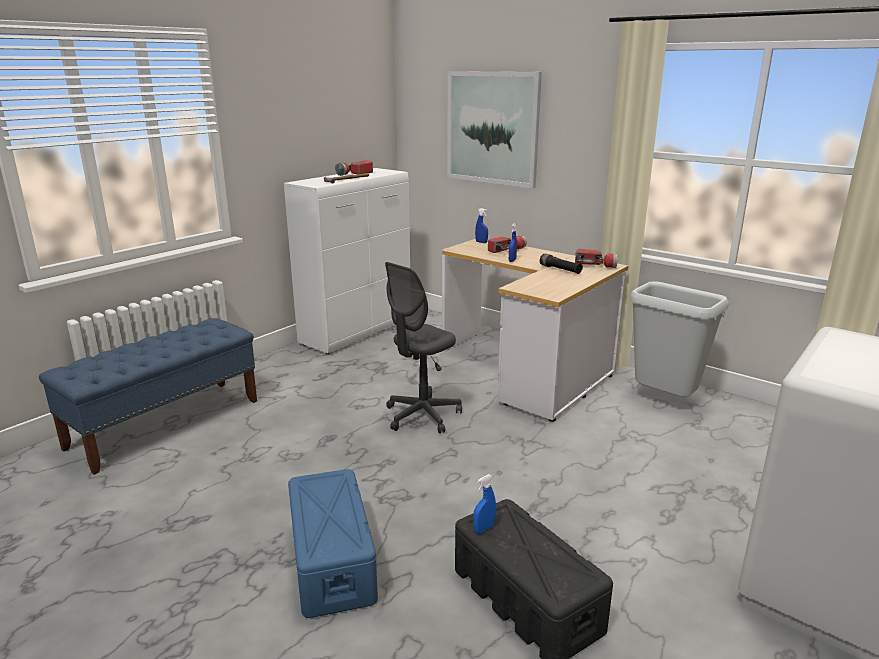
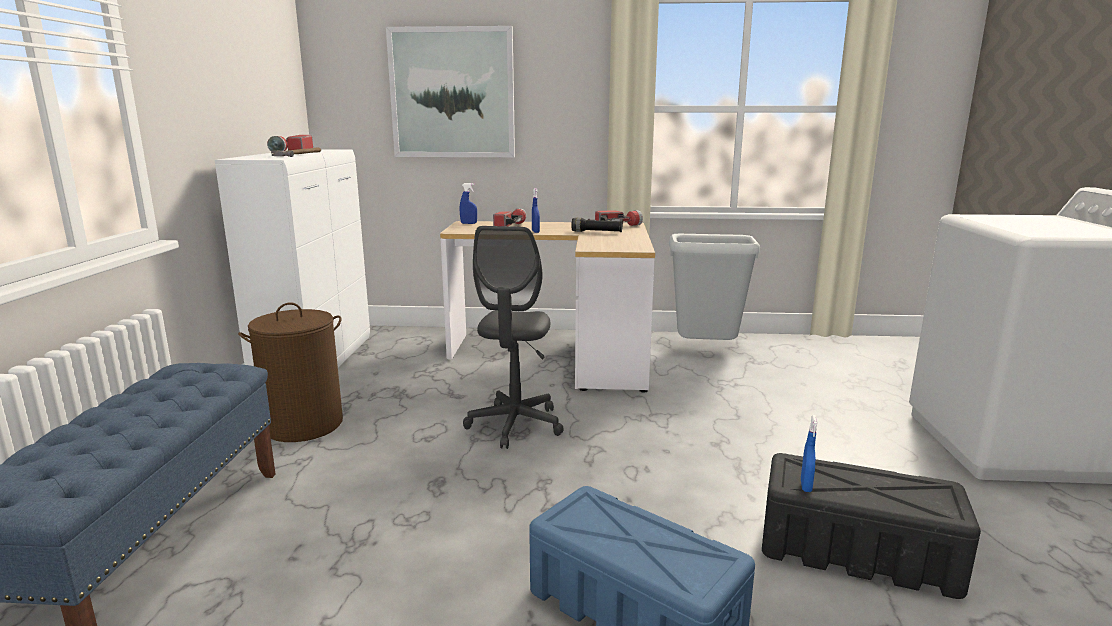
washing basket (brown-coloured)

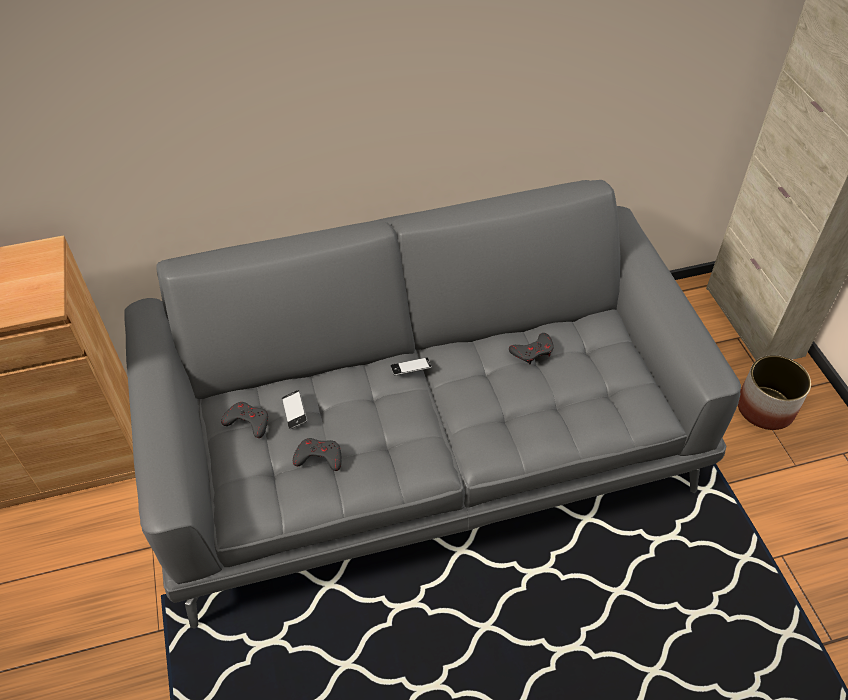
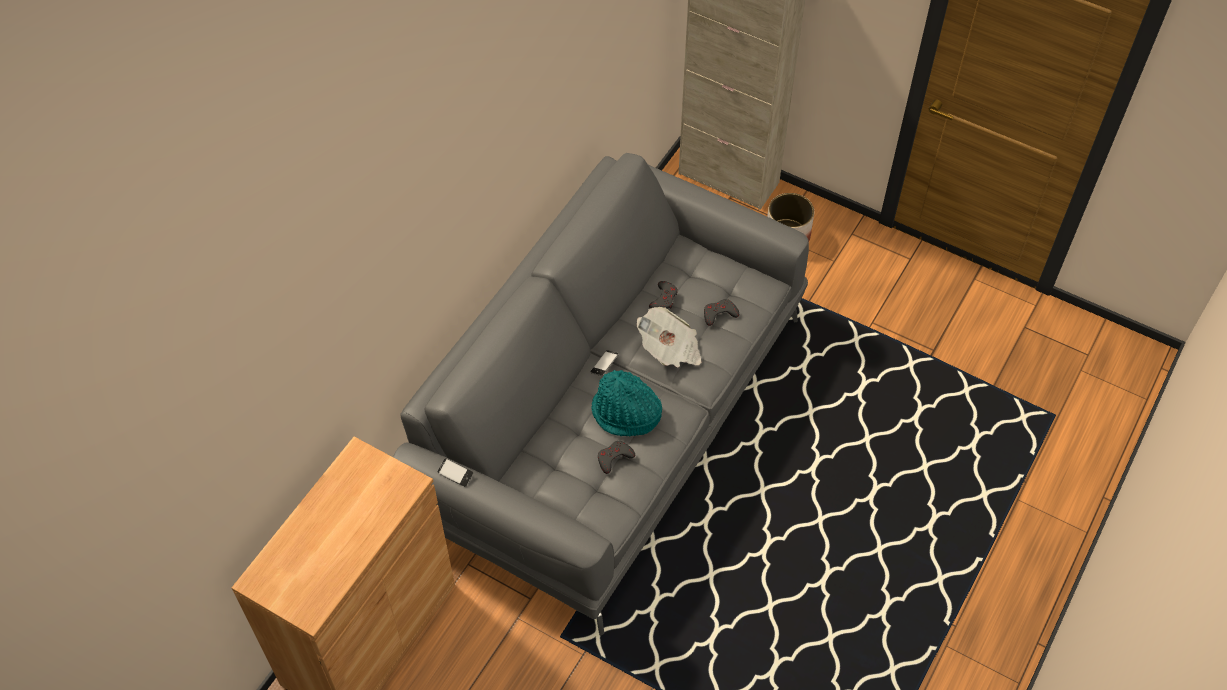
phone (no. 1 from left)
game controller (grey) (no. 3 from left)
newspaper
hat (turquoise)

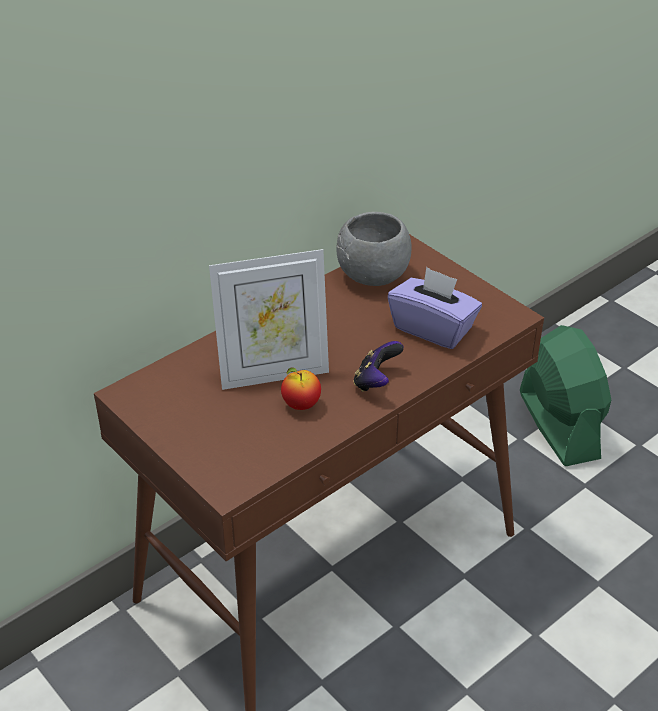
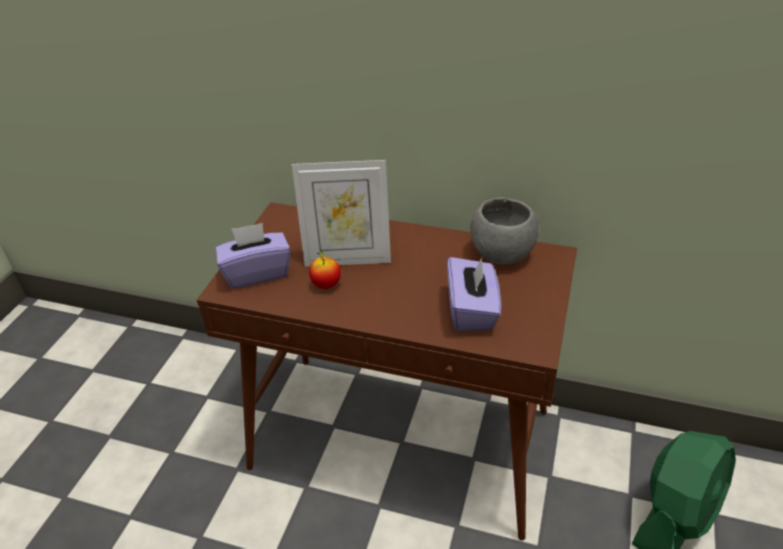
photo frame
game controller
tissue box (purple) (no. 1 from left)

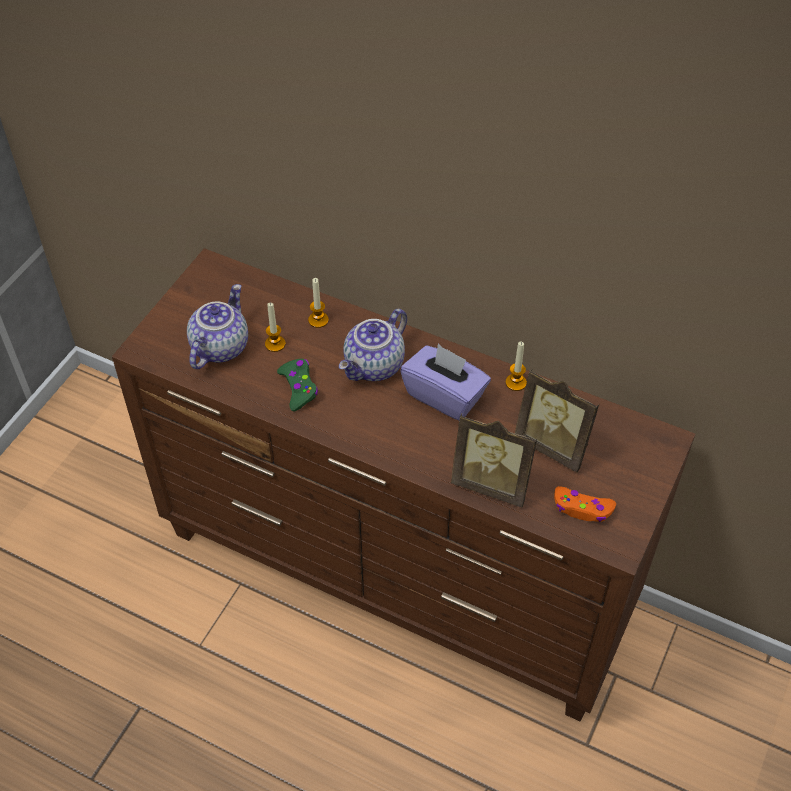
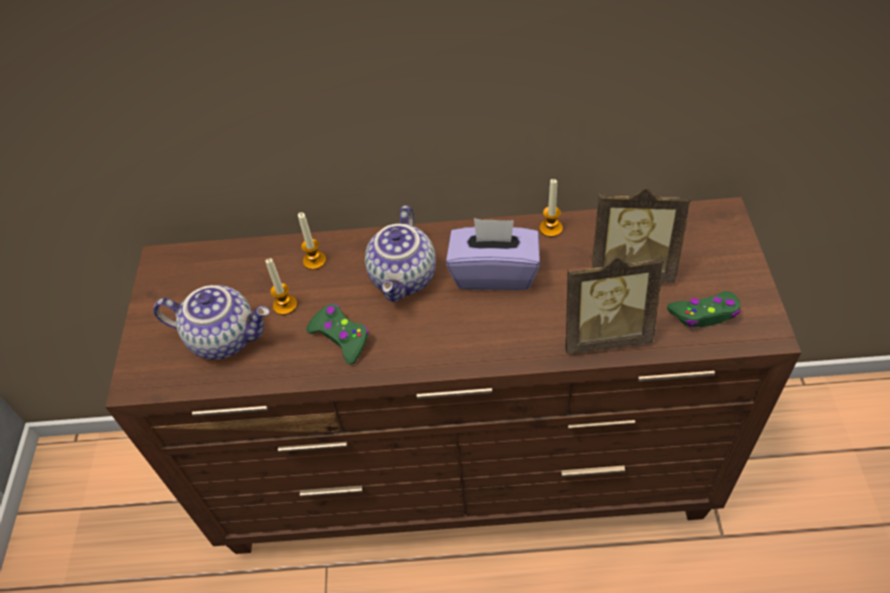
pot for tea (no. 1 from left)
game controller (green) (no. 2 from left)

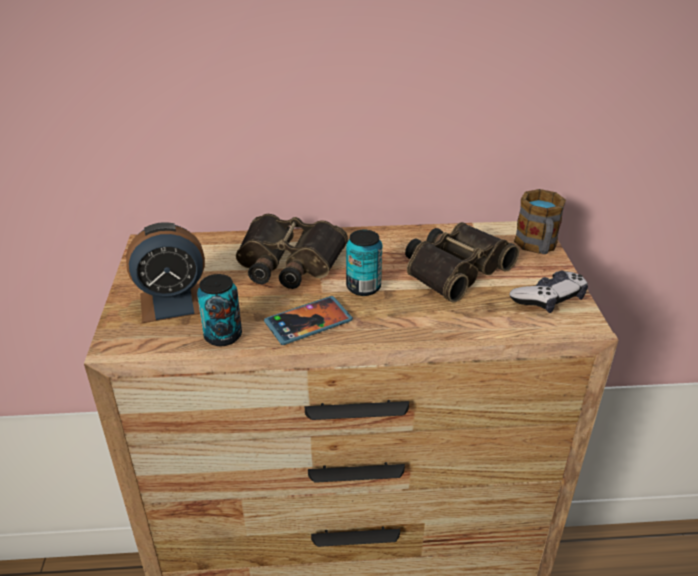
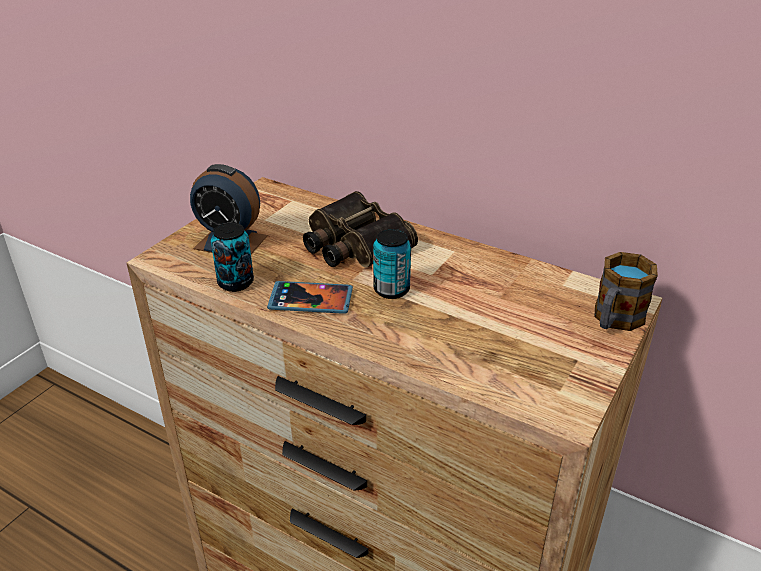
pair of binoculars (no. 2 from left in the first image)
game controller

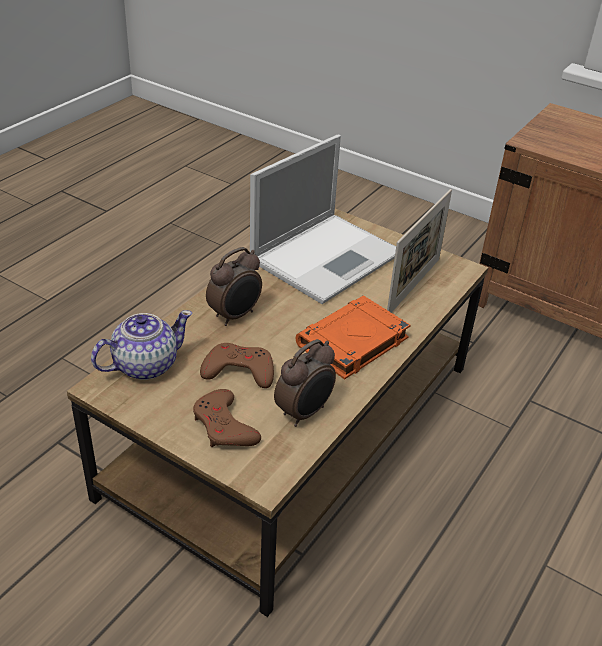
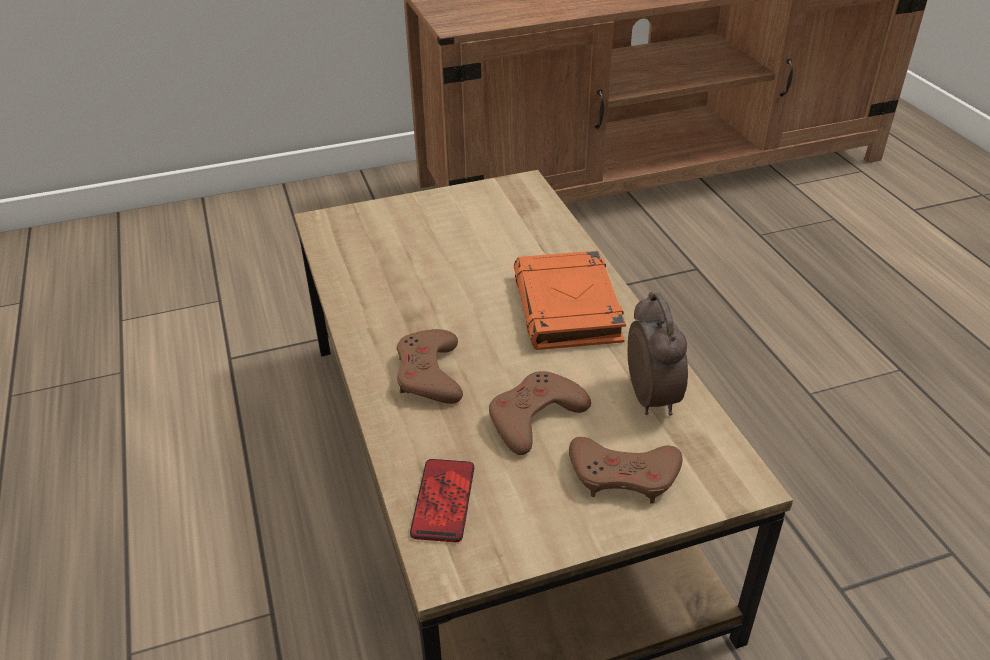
laptop
photo frame
game controller (brown-coloured) (no. 1 from left)
phone

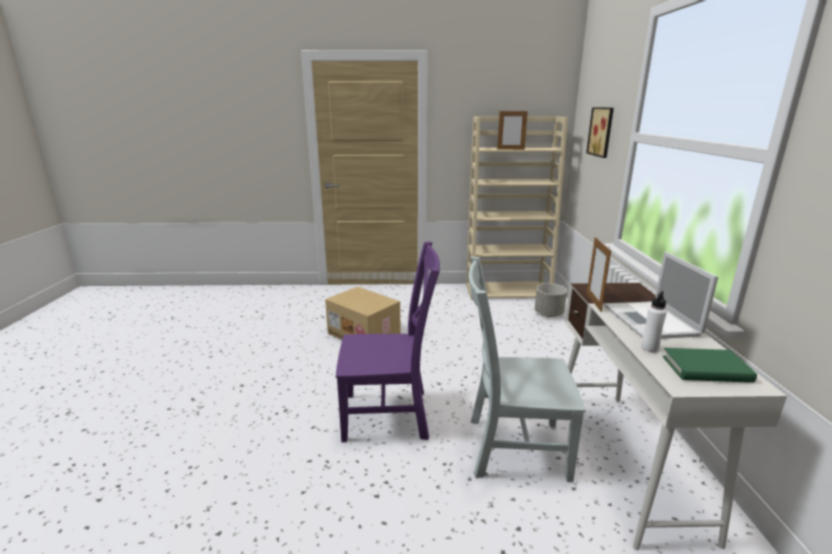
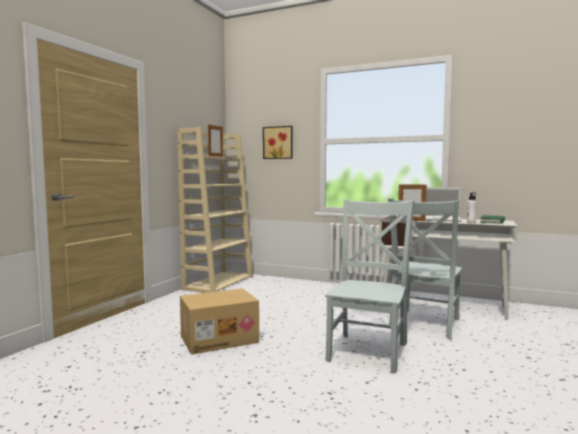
plain chair (grey) (no. 1 from left)
planter (grey)

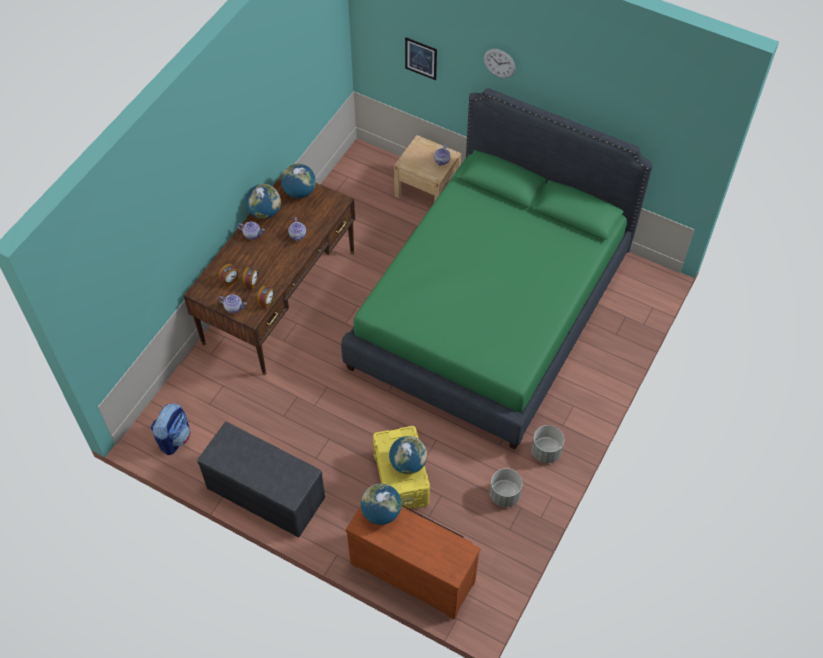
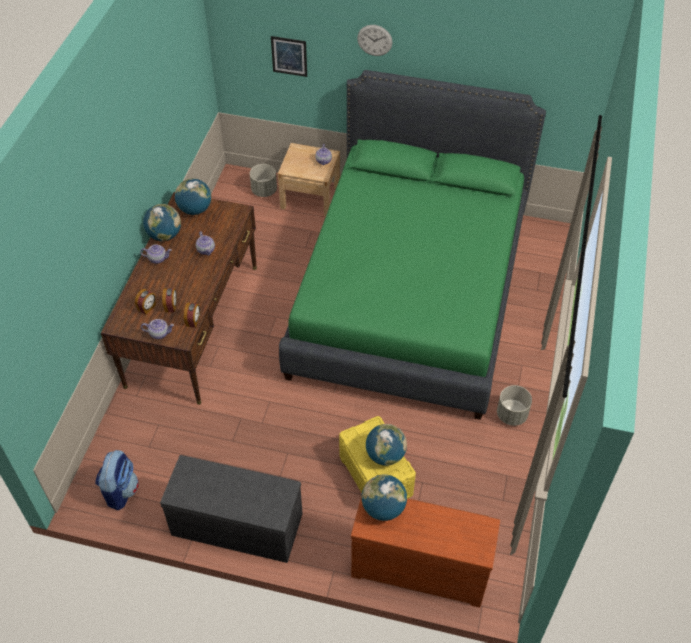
planter (grey) (no. 1 from left)

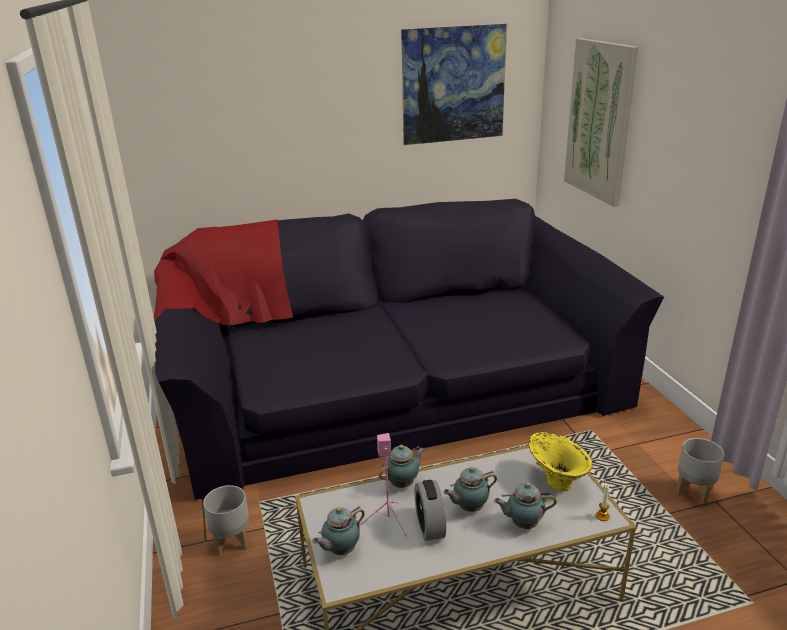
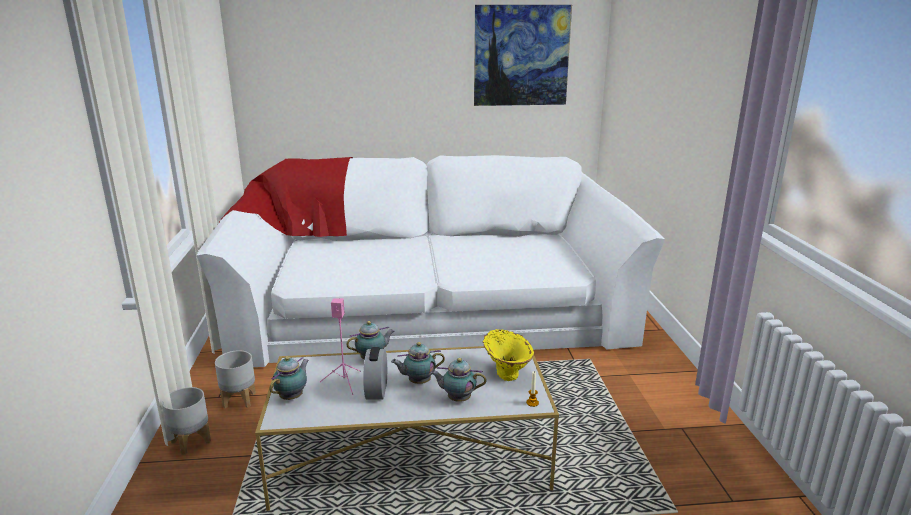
picture (no. 2 from left in the first image)
settee (white)
planter (grey) (no. 1 from left)
pot for tea (no. 1 from left)

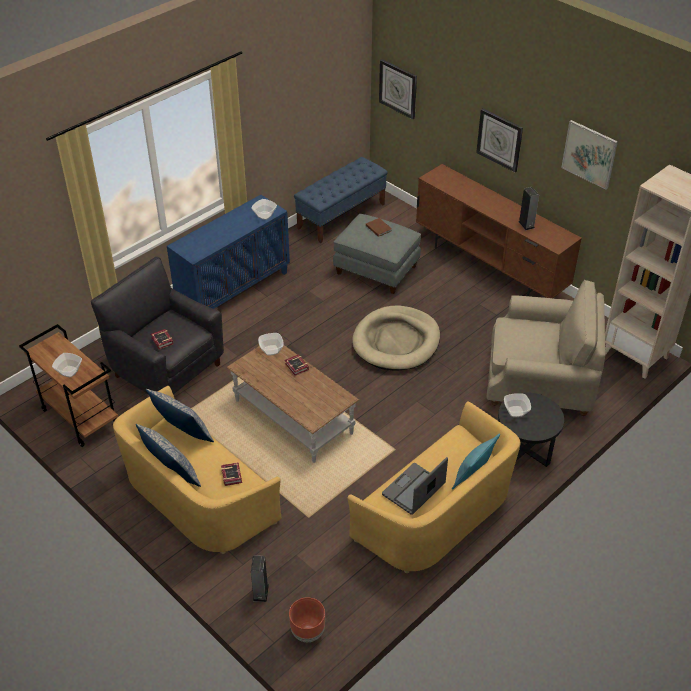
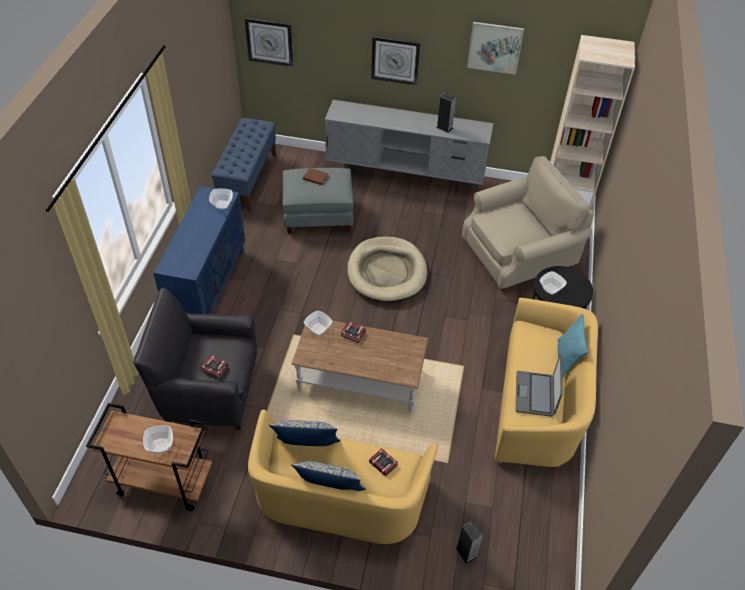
media console (grey)
planter (brown-coloured)

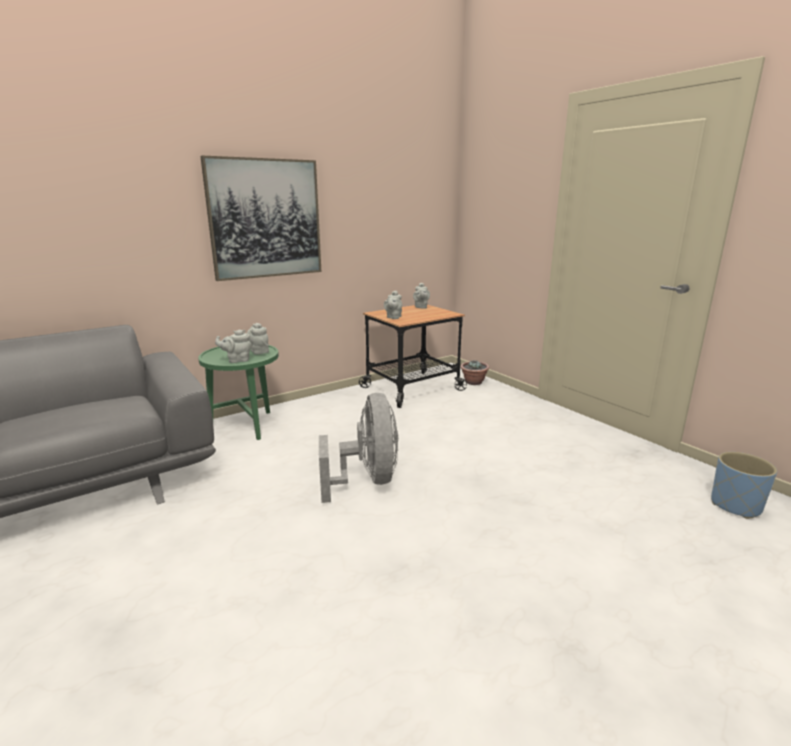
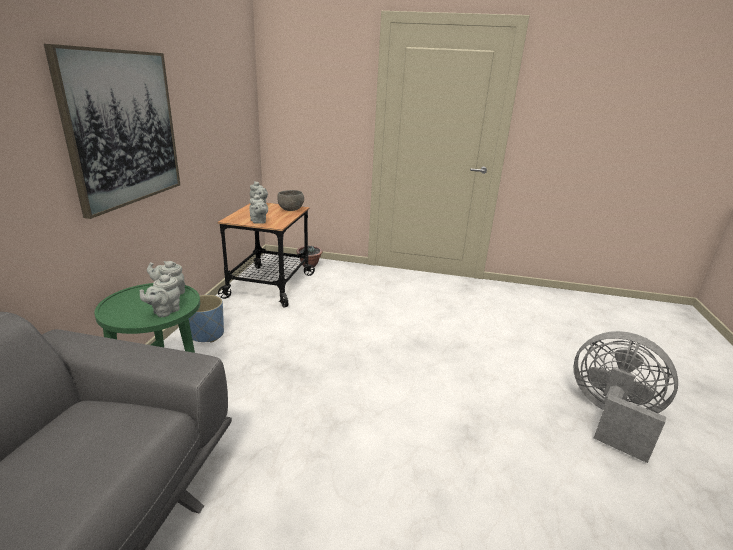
electric fan (grey)
planter (blue)
serving bowl (grey)

